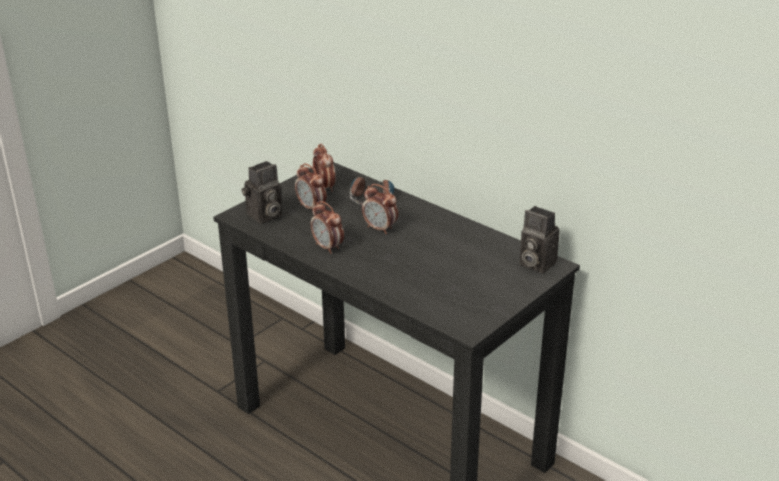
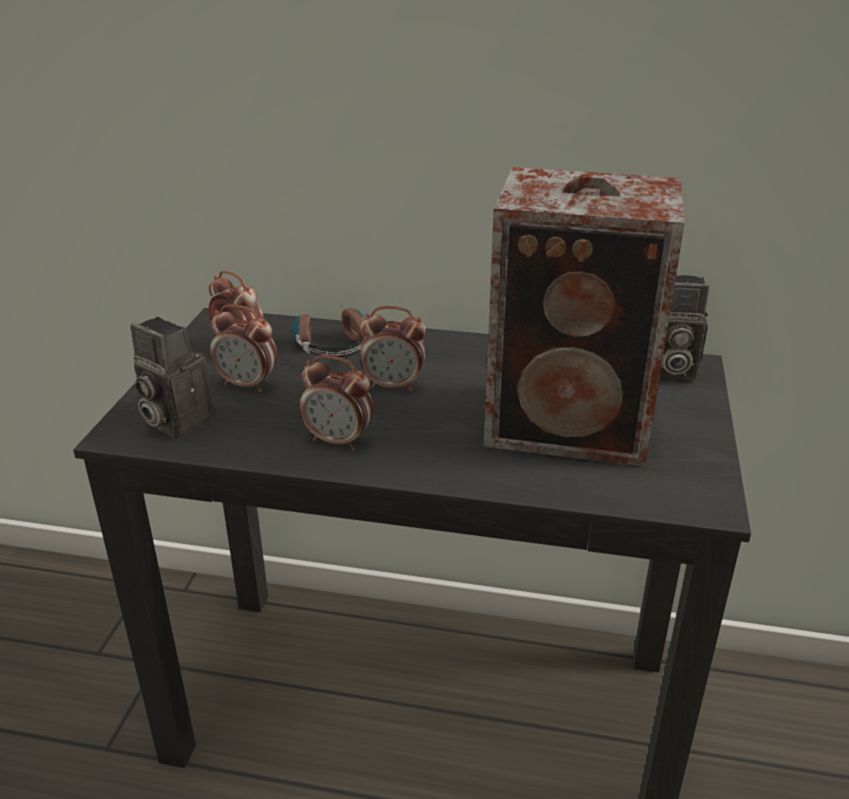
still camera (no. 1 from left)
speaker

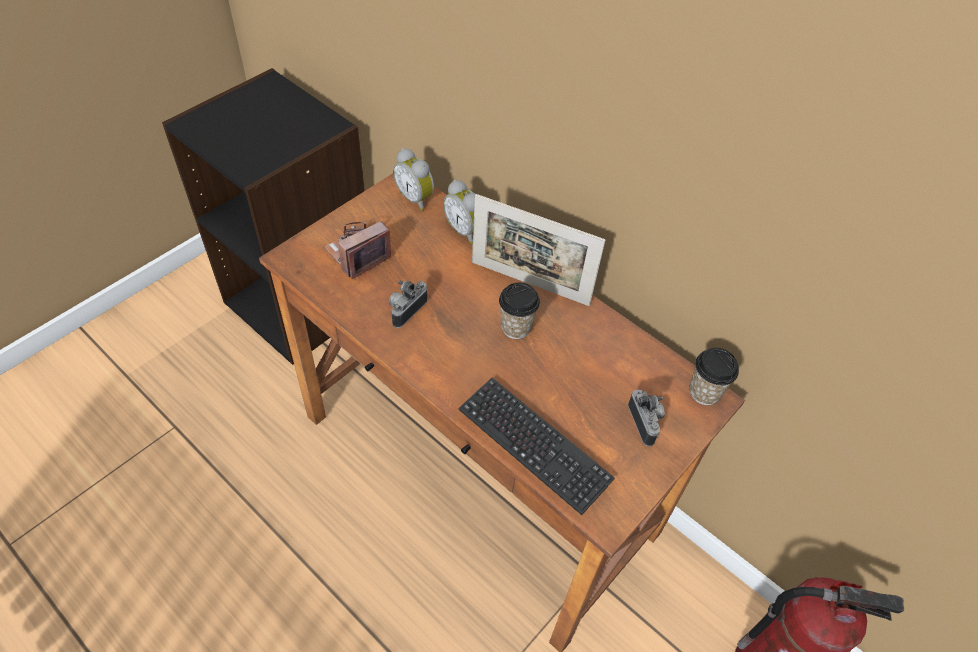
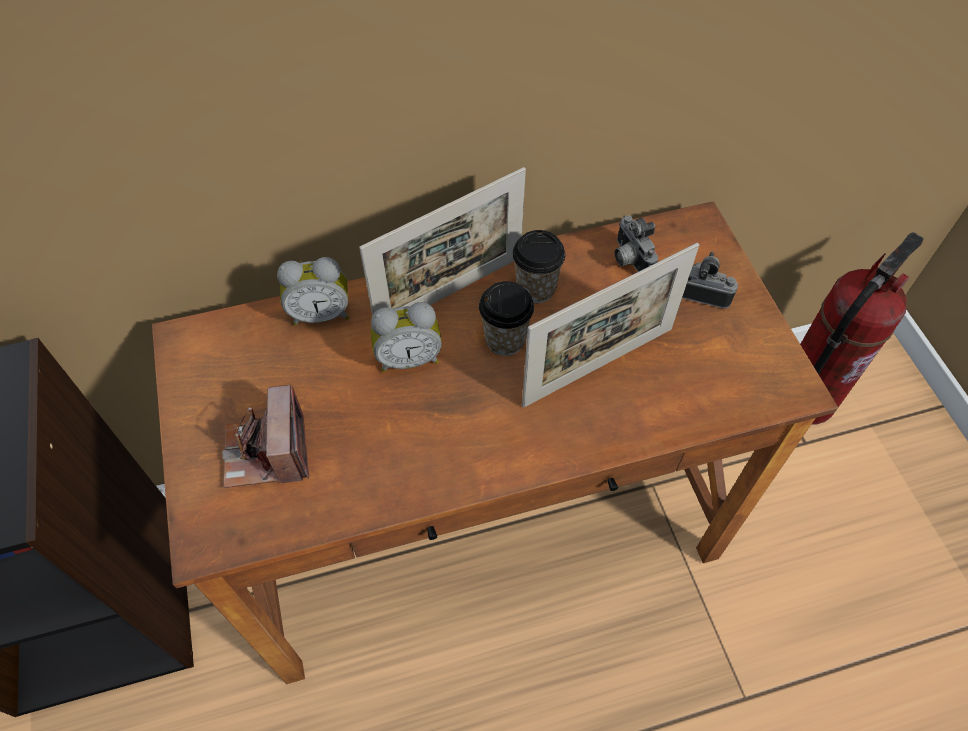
bedside clock (no. 2 from left)
still camera (no. 2 from left)
small cup (no. 2 from left)
keyboard
photo frame (no. 2 from left)

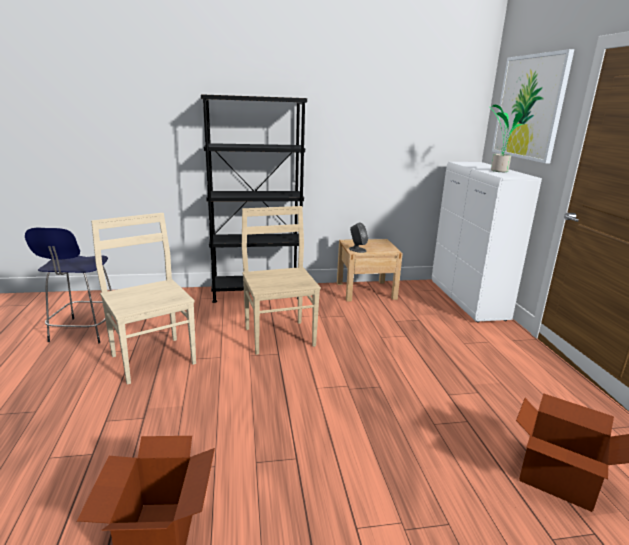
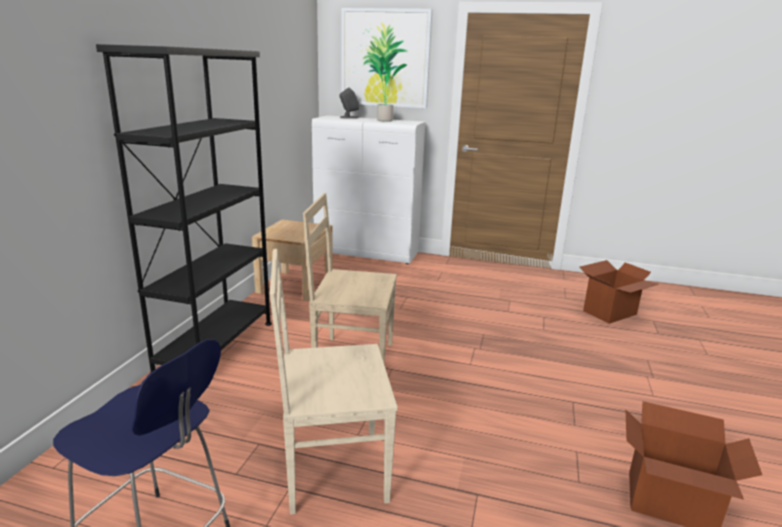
speaker (grey)

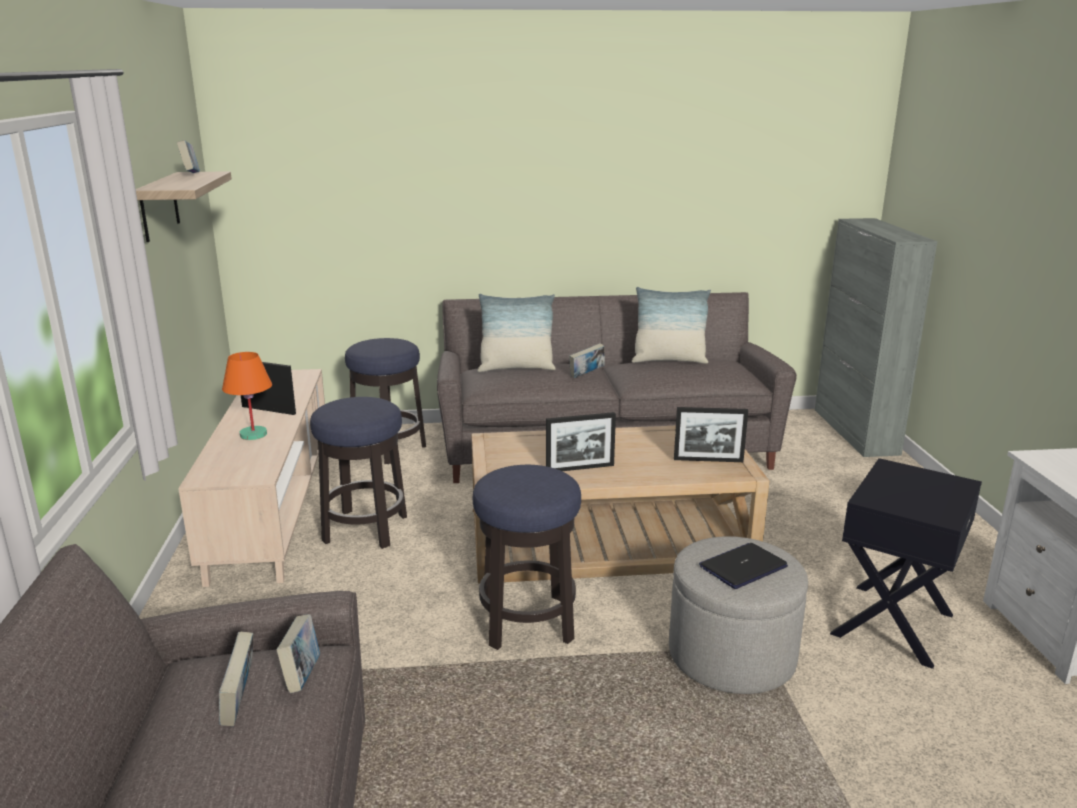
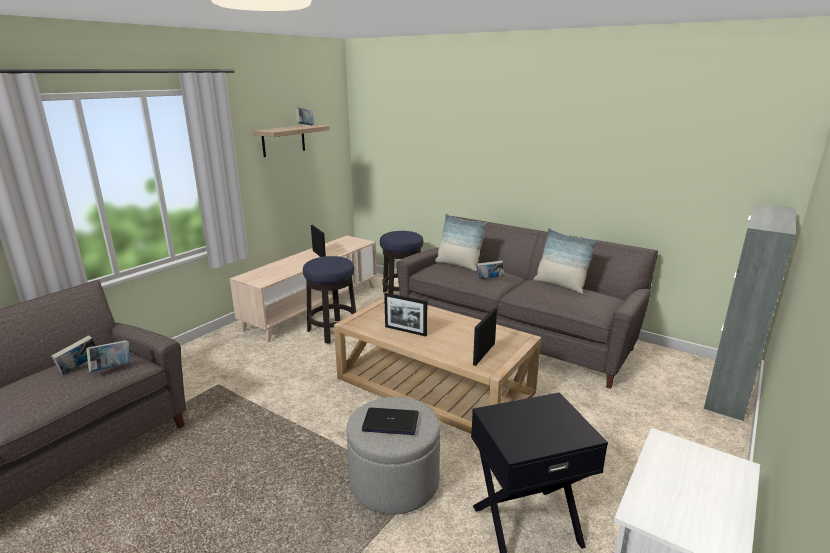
table lamp (orange-coloured)
photo frame (no. 3 from left)
stool seat (no. 3 from left in the first image)

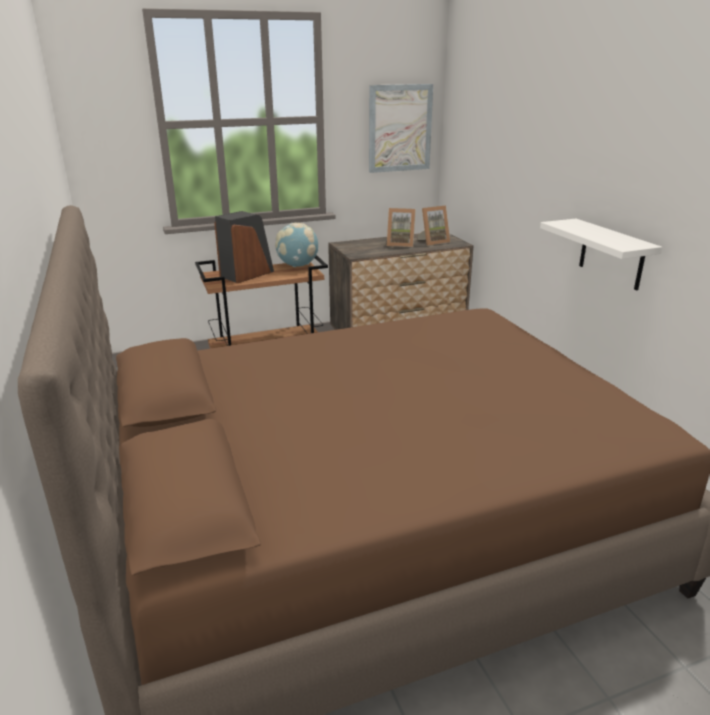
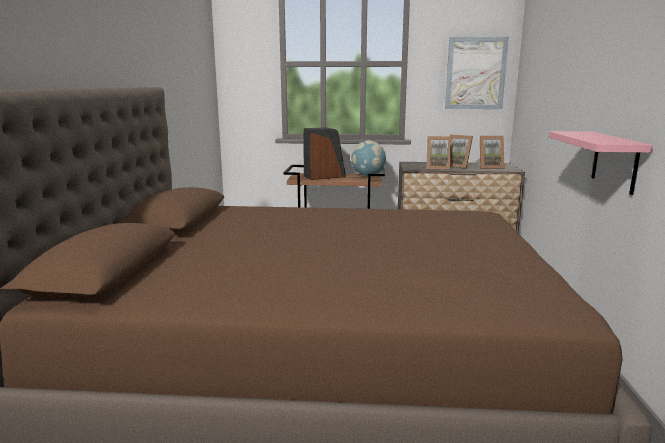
bracket shelf (pink-coloured)
photo frame (no. 1 from left)

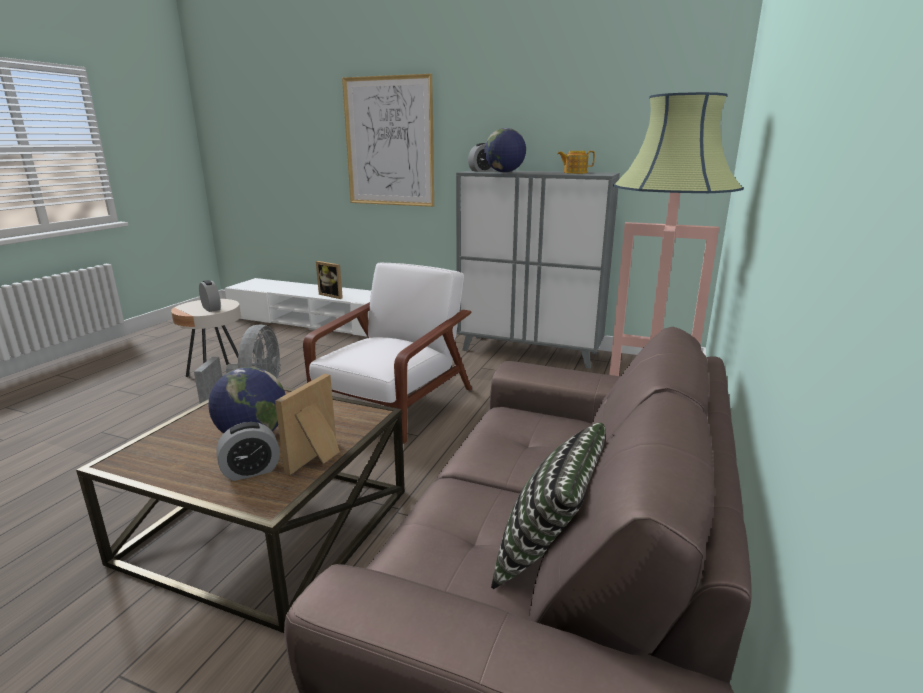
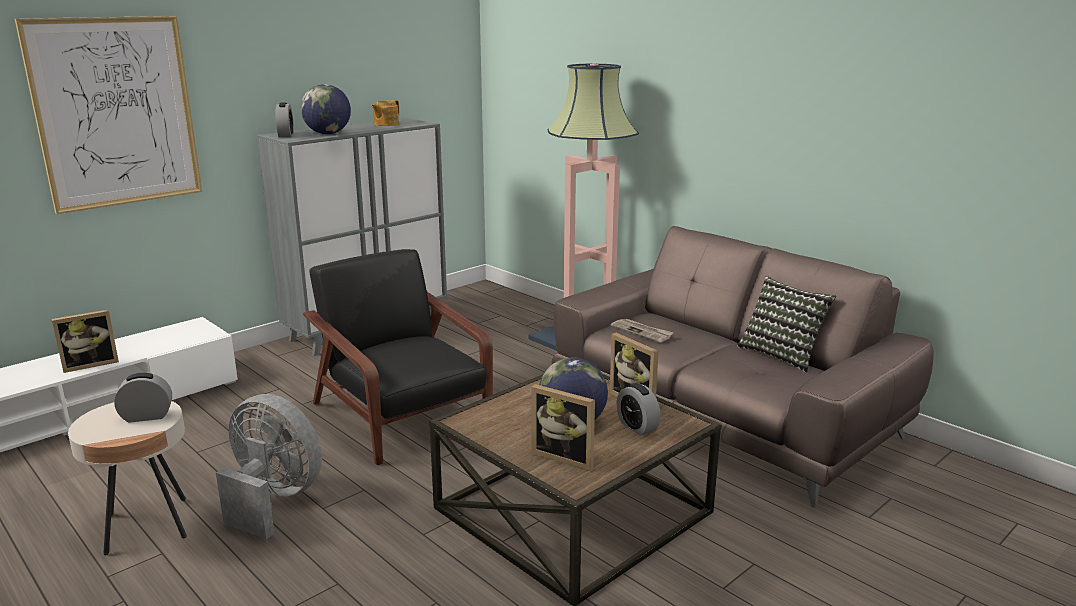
armchair (black)
bedside clock (no. 3 from left)
newspaper
photo frame (no. 2 from left)

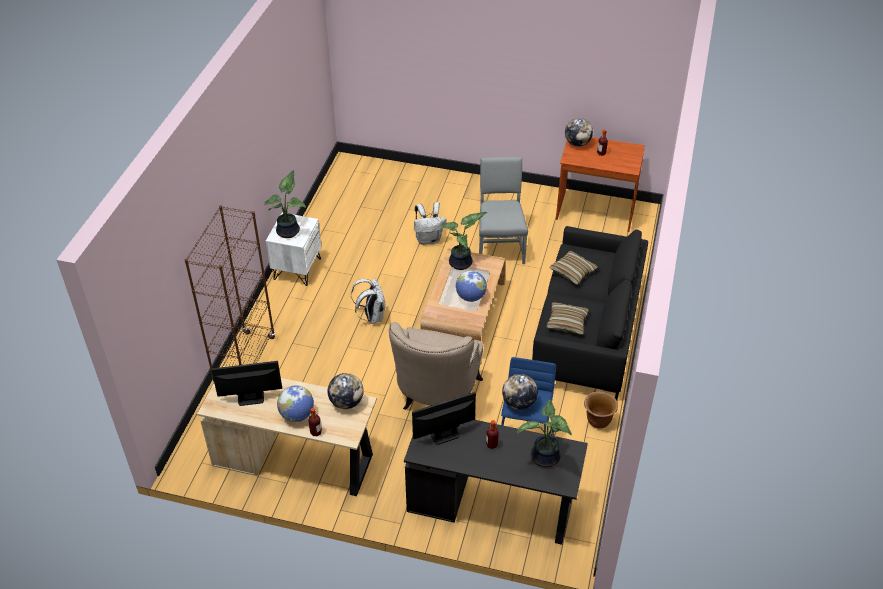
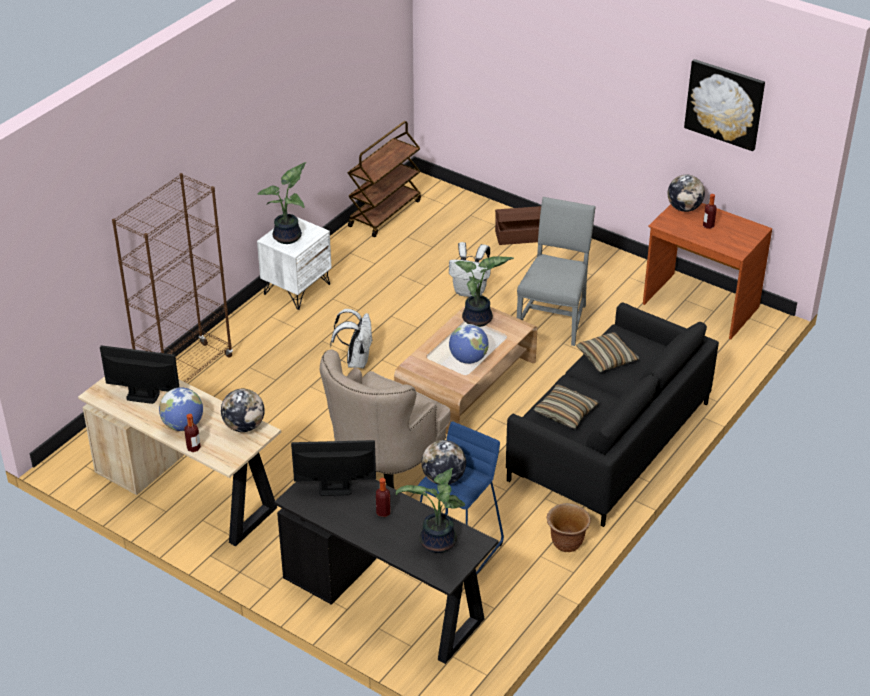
picture
trolley (brown-coloured)
storage container (brown-coloured)

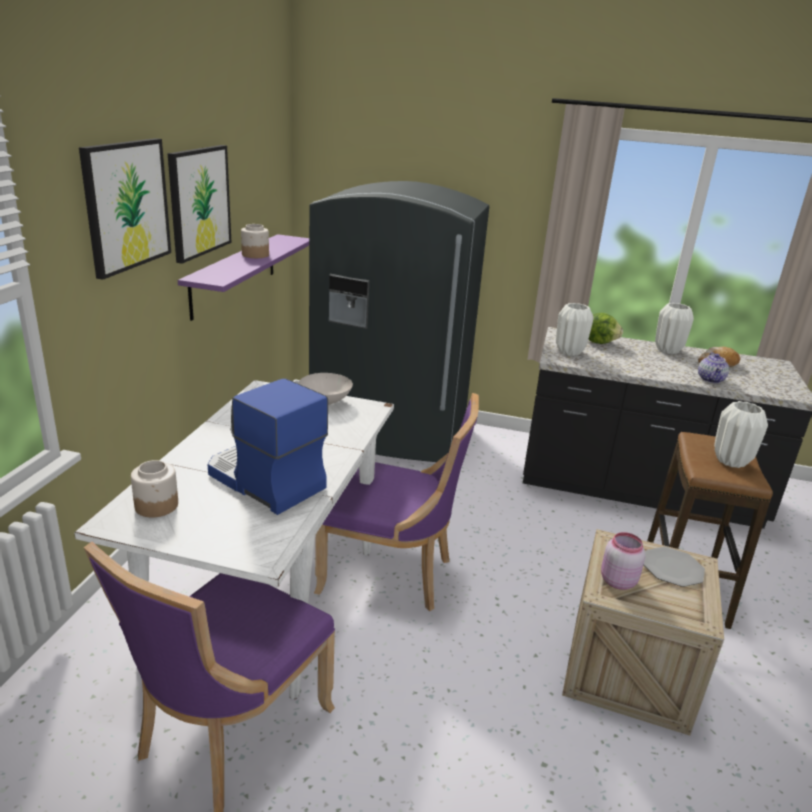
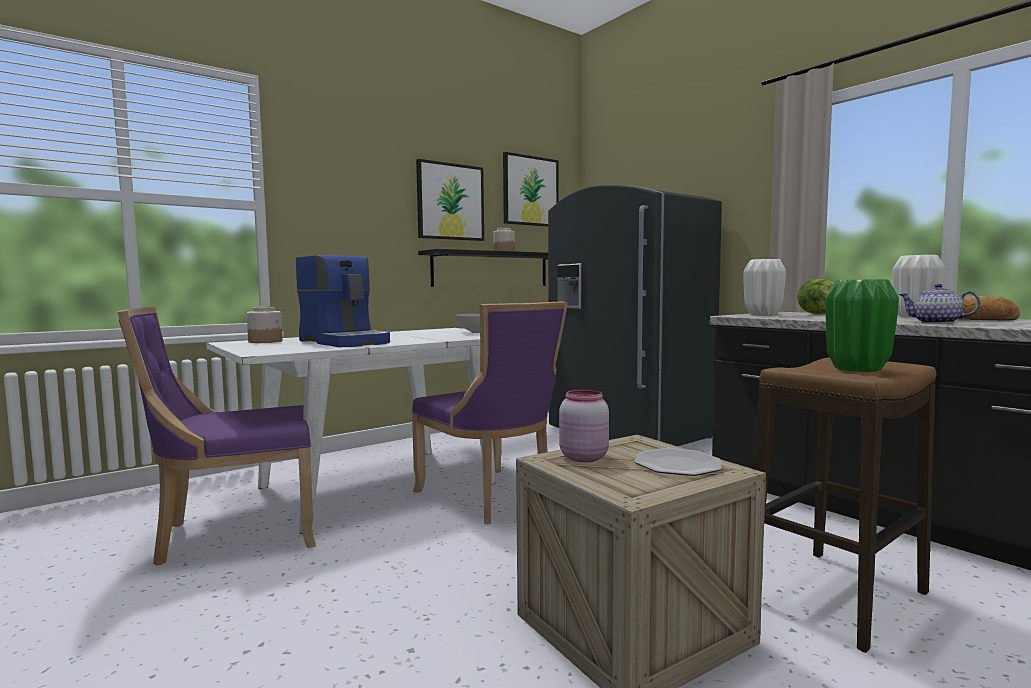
picture (no. 2 from left)
bracket shelf (black)
pot for tea
coffee brewer
vase (green)

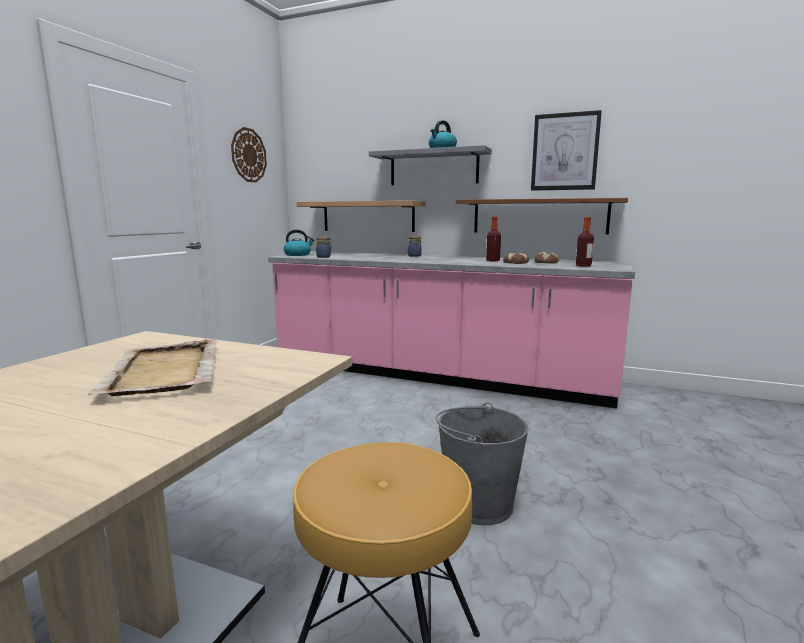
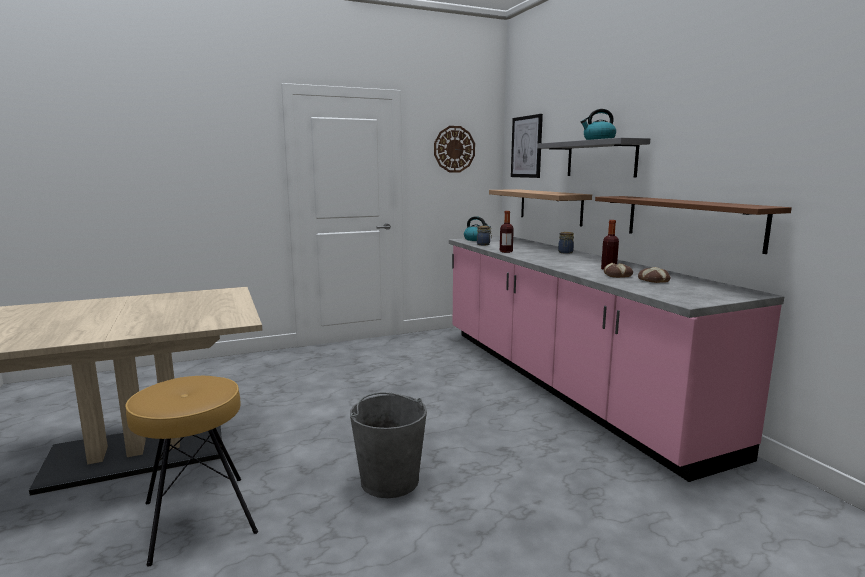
picture
beverage bottle (no. 1 from left)
tray (beige-coloured)

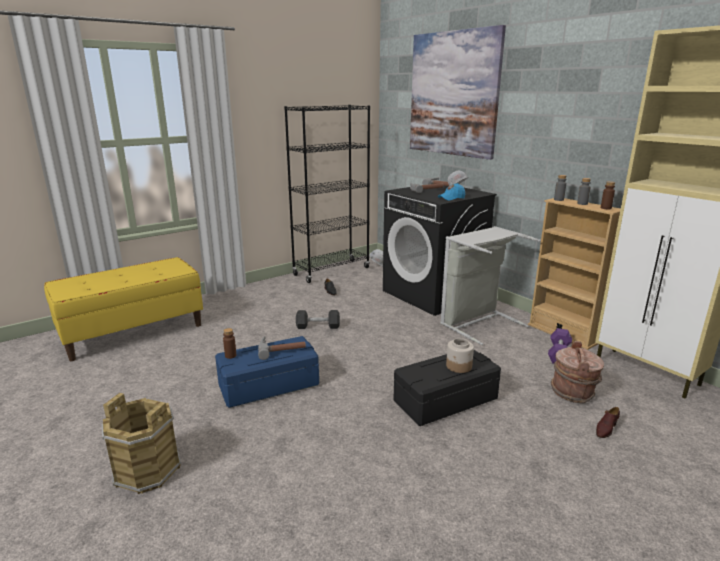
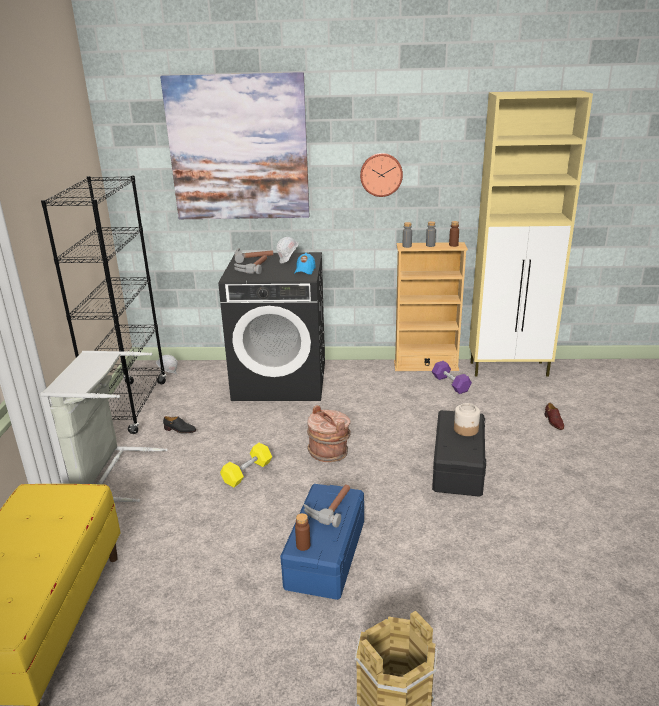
washing basket (grey)
free weight (yellow)
water bucket (brown-coloured) (no. 1 from left)
hanging clock

